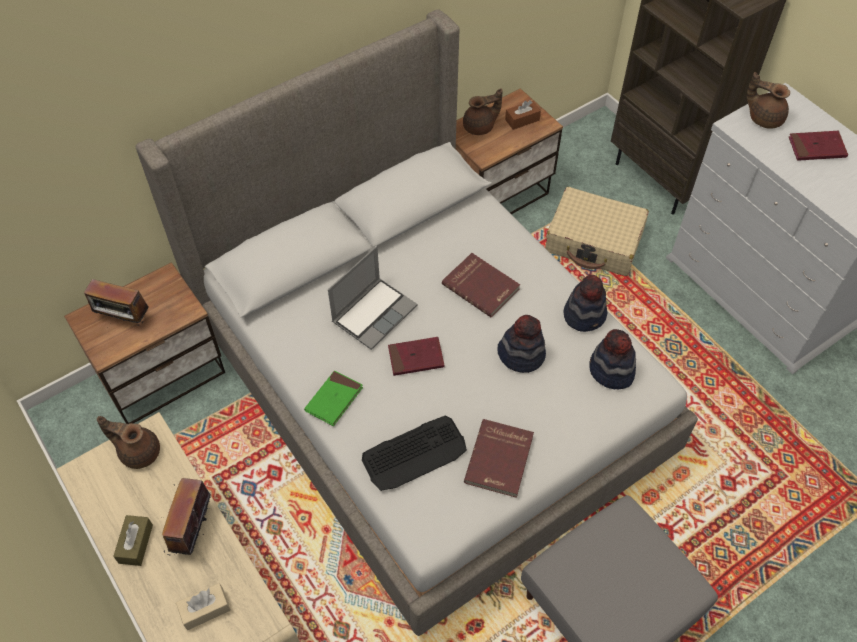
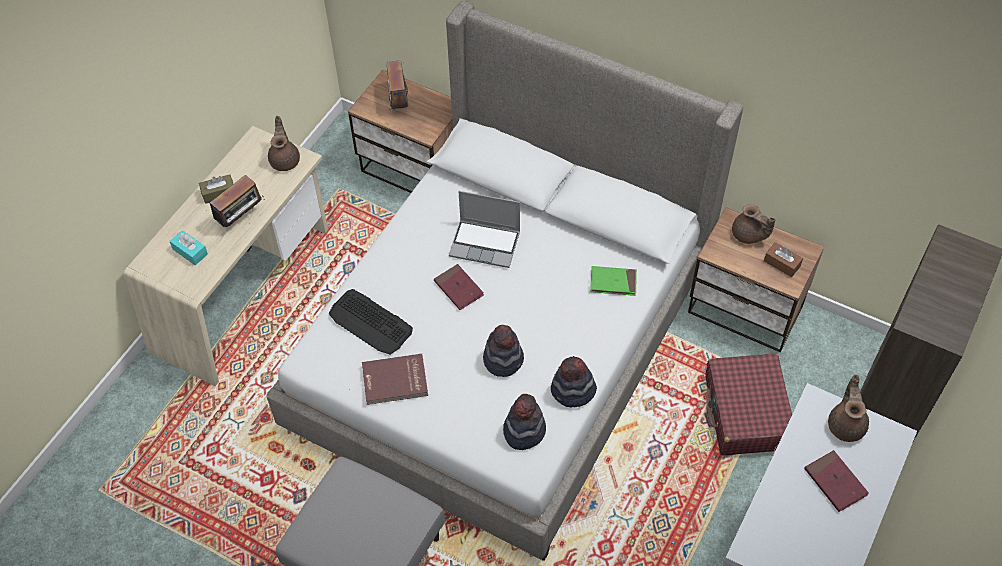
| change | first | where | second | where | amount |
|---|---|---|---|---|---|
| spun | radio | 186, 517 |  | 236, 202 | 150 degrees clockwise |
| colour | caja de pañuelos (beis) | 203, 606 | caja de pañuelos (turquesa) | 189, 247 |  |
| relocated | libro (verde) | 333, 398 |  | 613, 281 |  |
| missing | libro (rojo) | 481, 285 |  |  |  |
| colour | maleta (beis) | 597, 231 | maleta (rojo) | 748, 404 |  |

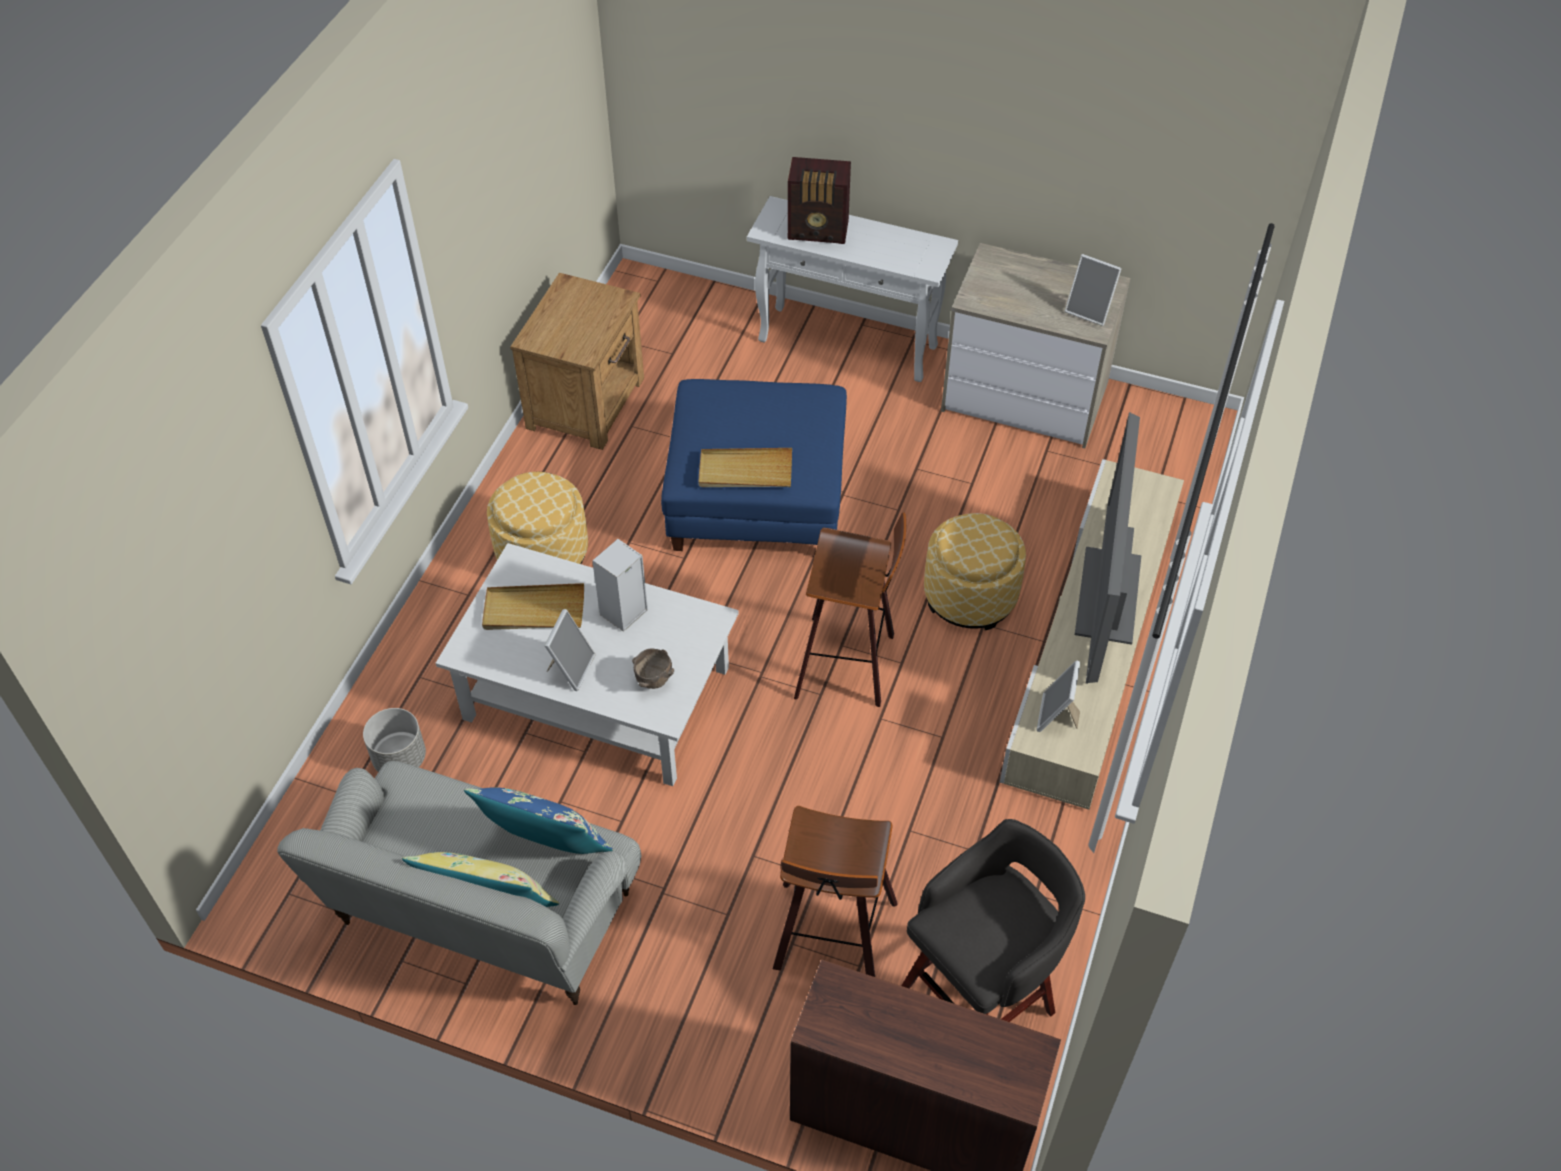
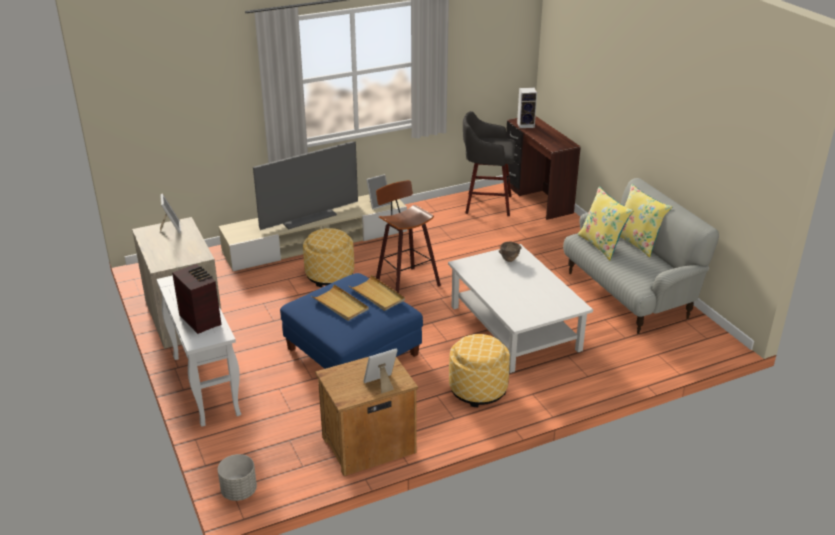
| change | first | where | second | where | amount |
|---|---|---|---|---|---|
| relocated | maceta (gris) | 394, 740 |  | 237, 477 |  |
| colour | cojín (azul) | 538, 820 | cojín (amarillo) | 605, 223 |  |
| relocated | bandeja (beis) | 533, 606 |  | 340, 302 |  |
| relocated | portarretratos | 570, 650 |  | 381, 371 |  |
| relocated | altavoz | 620, 585 |  | 527, 107 |  |
| missing | taburete | 835, 891 |  |  |  |

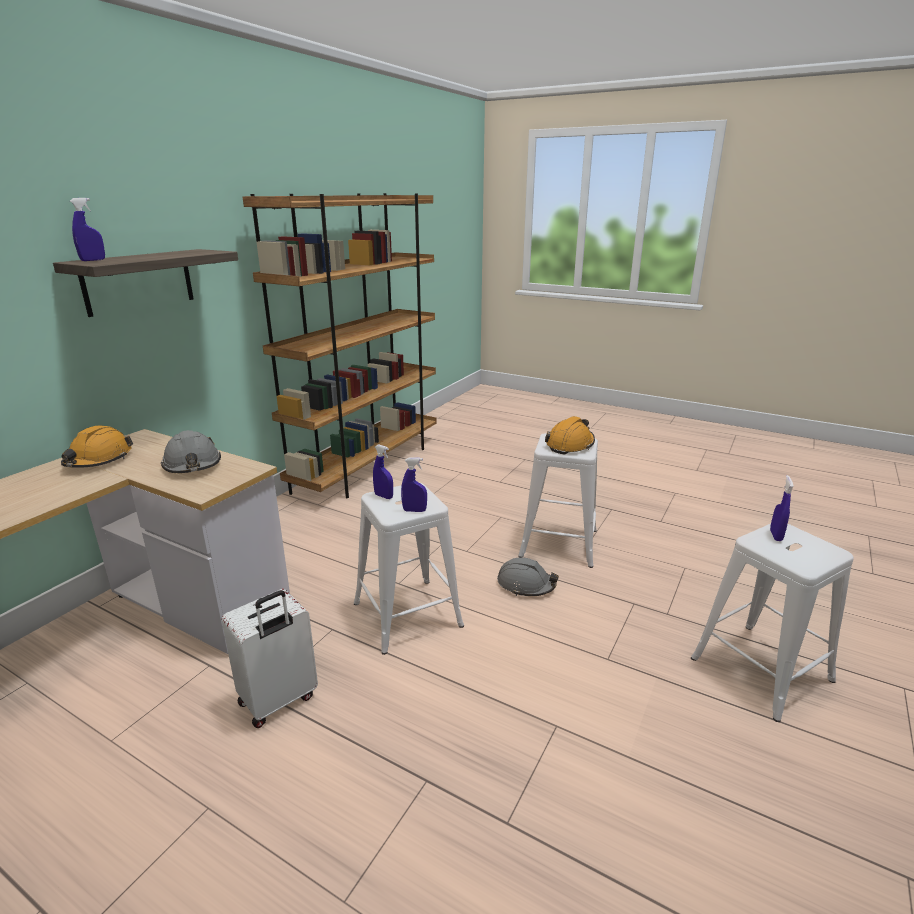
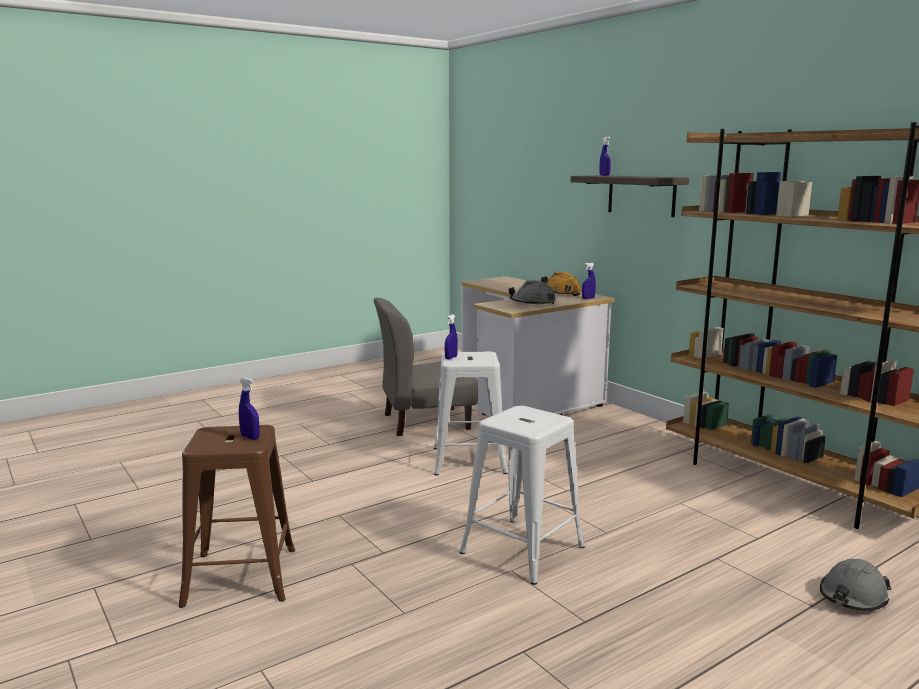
| change | first | where | second | where | amount |
|---|---|---|---|---|---|
| exchanged | maleta (blanco) | 270, 658 | silla (gris) | 426, 367 |  |
| relocated | pulverizador (azul) | 383, 471 |  | 589, 280 |  |
| relocated | casco (gris) | 528, 576 |  | 855, 585 |  |
| missing | casco (naranja) | 570, 435 |  |  |  |
| colour | taburete (blanco) | 772, 623 | taburete (marrón) | 237, 516 |  |

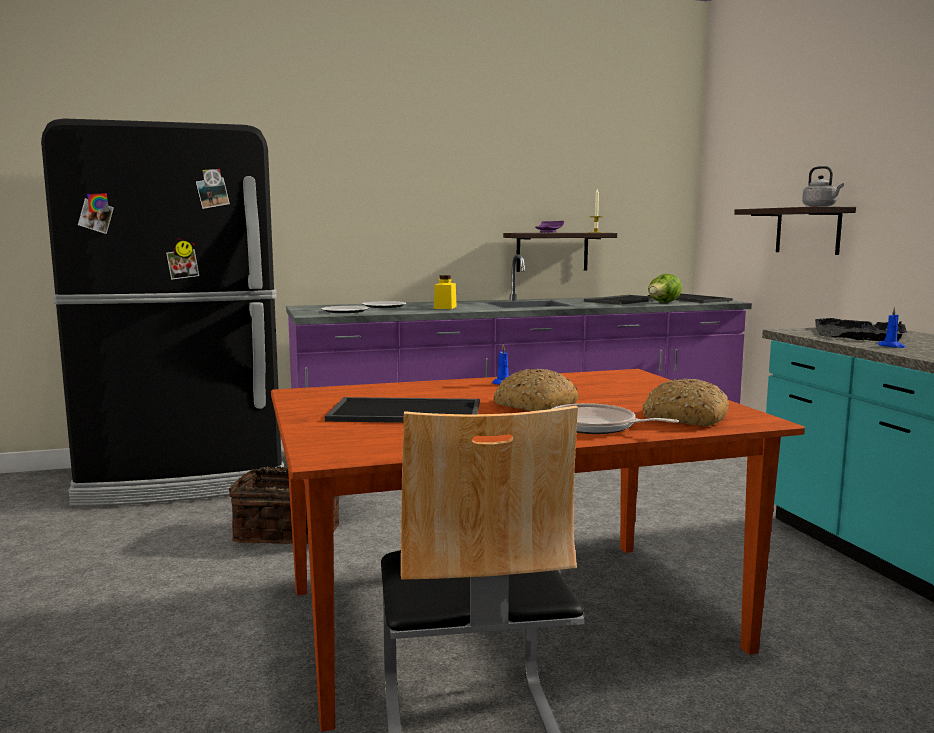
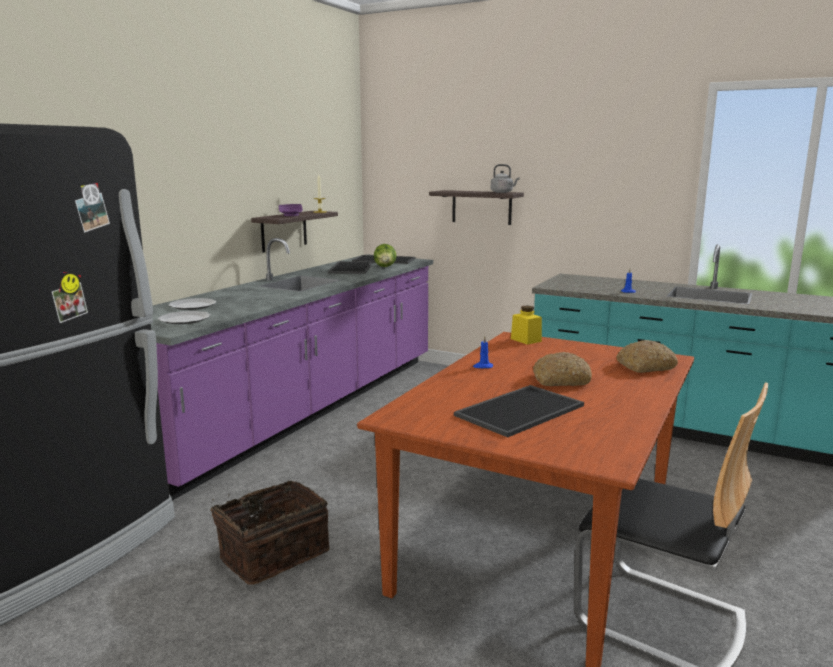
| change | first | where | second | where | amount |
|---|---|---|---|---|---|
| relocated | tarro (amarillo) | 445, 292 |  | 526, 325 |  |
| missing | sartén | 615, 418 |  |  |  |
| missing | bandeja (negro) | 861, 329 |  |  |  |

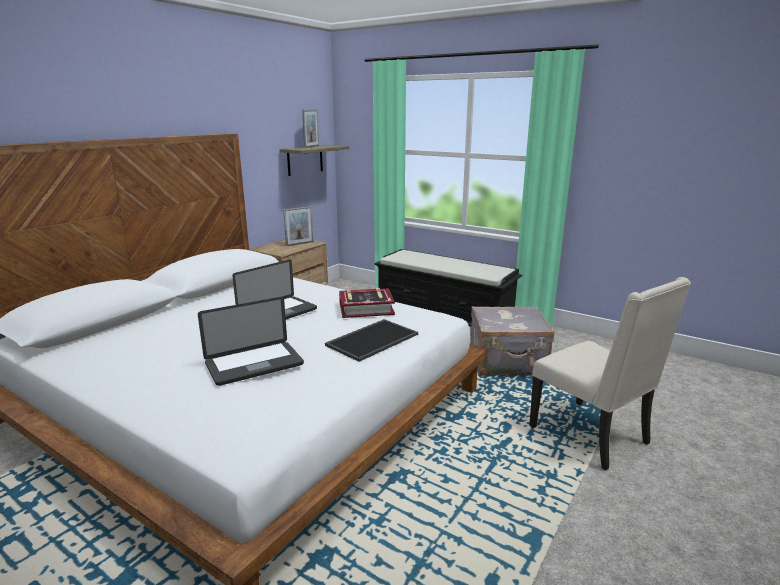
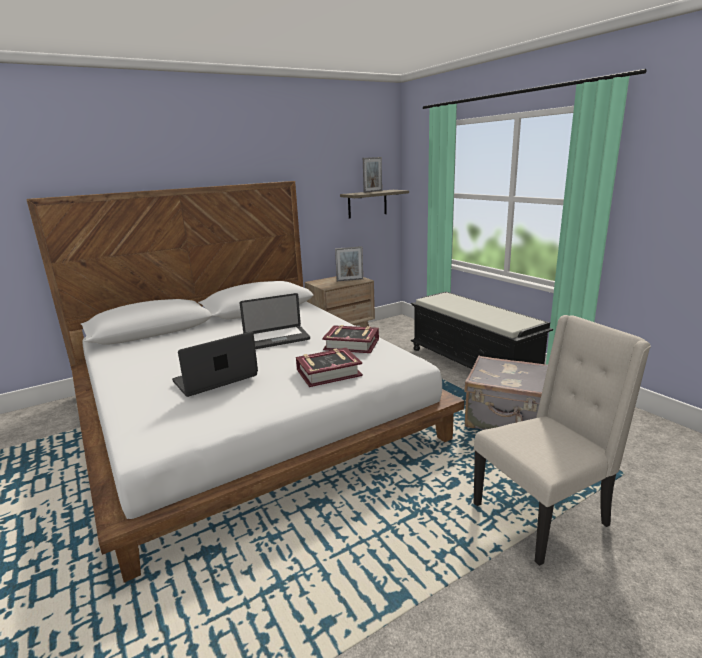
| change | first | where | second | where | amount |
|---|---|---|---|---|---|
| spun | portátil | 251, 341 |  | 215, 364 | 150 degrees clockwise |
| exchanged | bandeja | 371, 340 | libro | 329, 367 |  |
| spun | silla (beis) | 610, 373 |  | 562, 440 | 105 degrees counterclockwise |

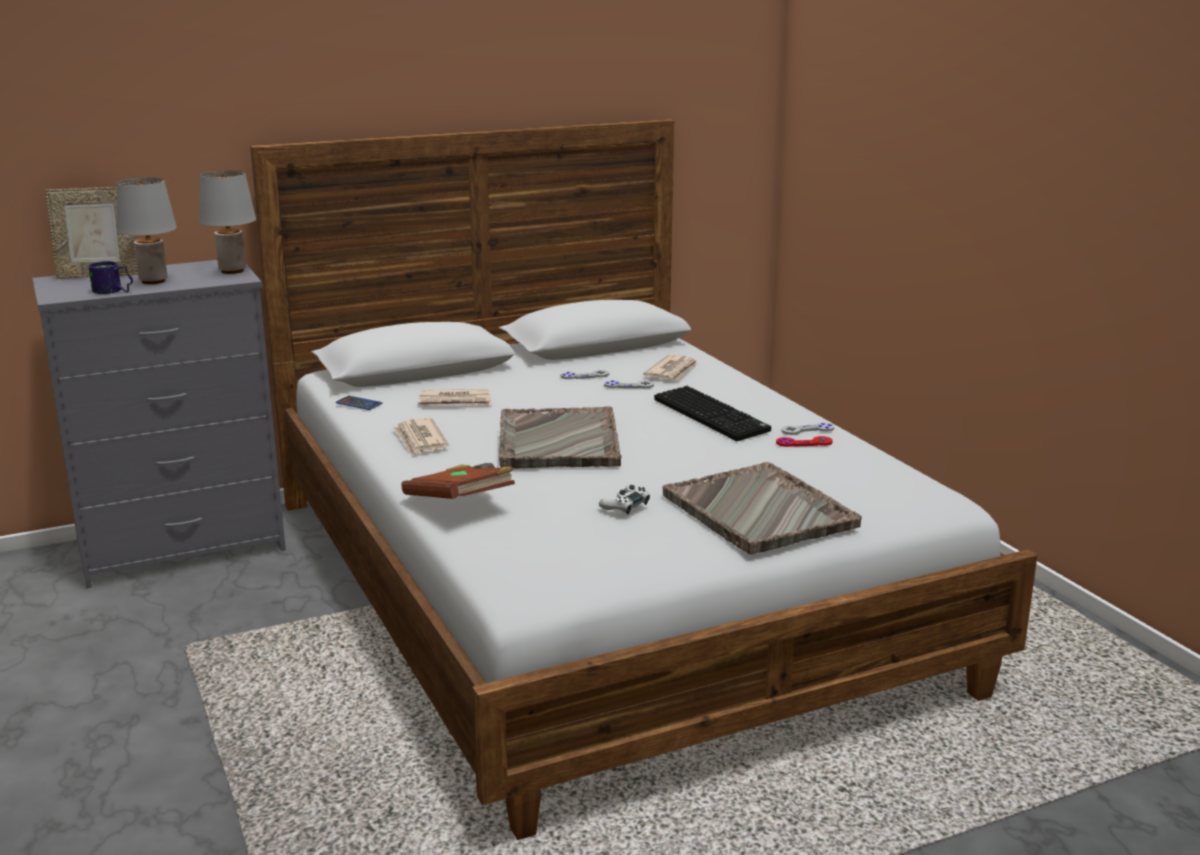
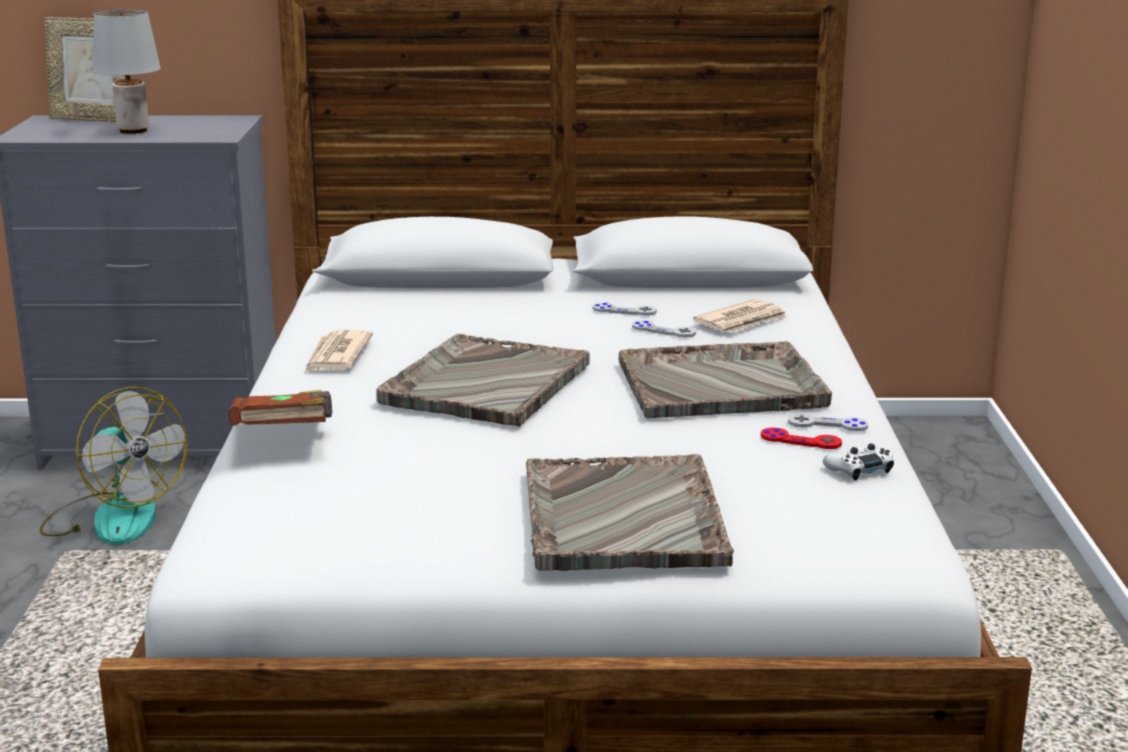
| change | first | where | second | where | amount |
|---|---|---|---|---|---|
| missing | taza grande | 111, 277 |  |  |  |
| missing | lámpara de mesa (gris) | 227, 222 |  |  |  |
| missing | móvil | 359, 403 |  |  |  |
| missing | periódico | 455, 398 |  |  |  |
| relocated | mando de consola (blanco) | 624, 499 |  | 858, 461 |  |
| exchanged | teclado | 712, 413 | bandeja (gris) | 725, 379 |  |
| appeared |  |  | ventilador | 113, 466 |  |

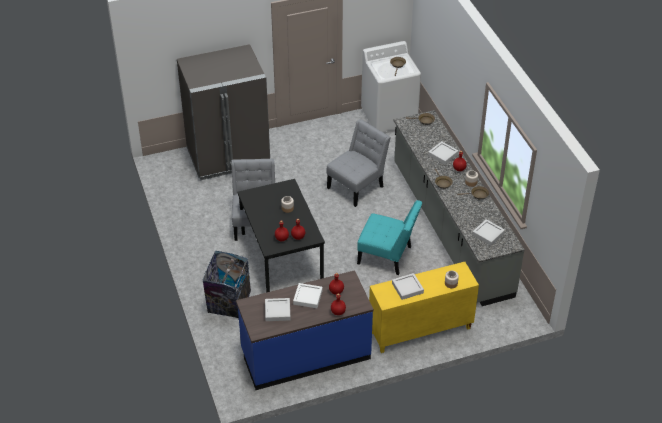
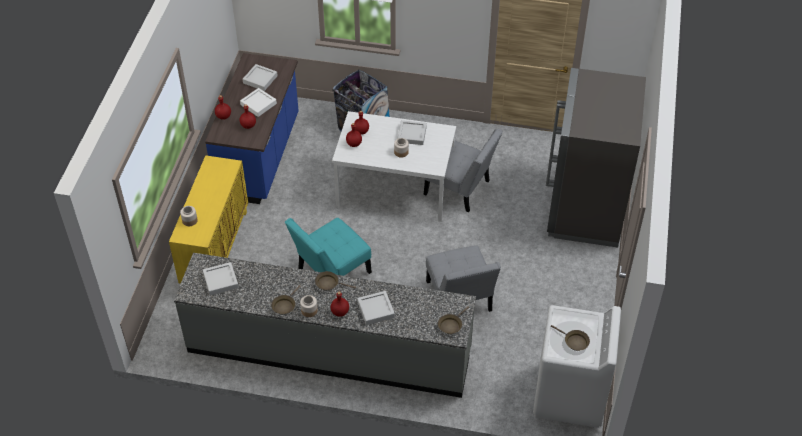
| change | first | where | second | where | amount |
|---|---|---|---|---|---|
| colour | mesa de comedor (negro) | 281, 236 | mesa de comedor (blanco) | 394, 166 |  |
| relocated | bandeja (gris) | 408, 286 |  | 412, 132 |  |

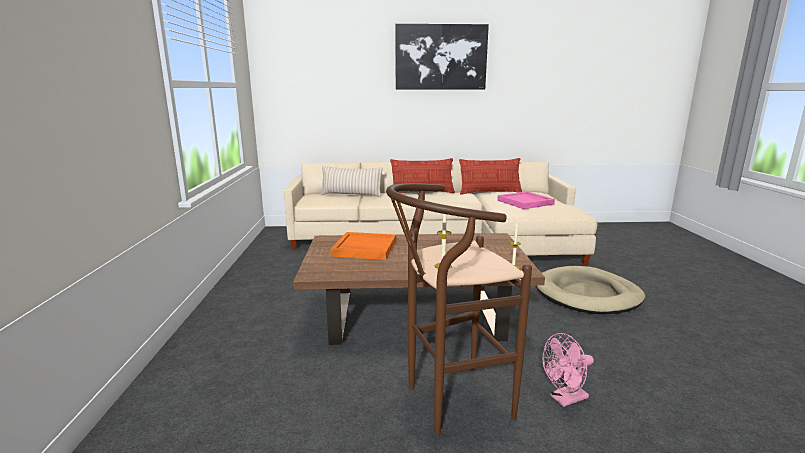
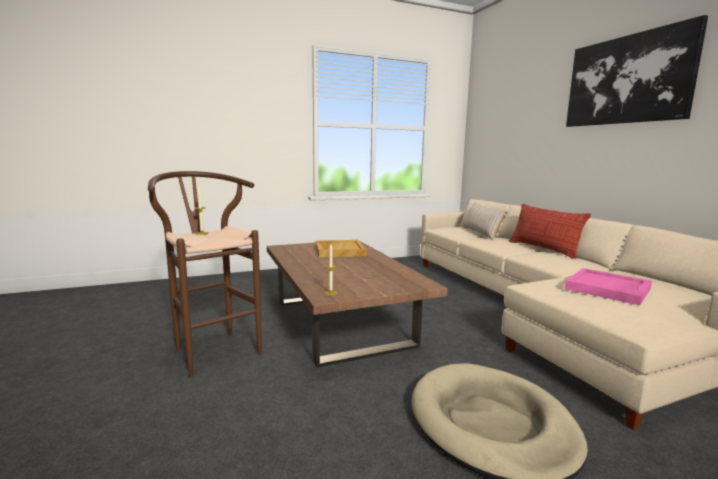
| change | first | where | second | where | amount |
|---|---|---|---|---|---|
| colour | bandeja (naranja) | 363, 246 | bandeja (beis) | 341, 249 |  |
| missing | cojín | 490, 176 |  |  |  |
| missing | ventilador (rosa) | 568, 370 |  |  |  |

